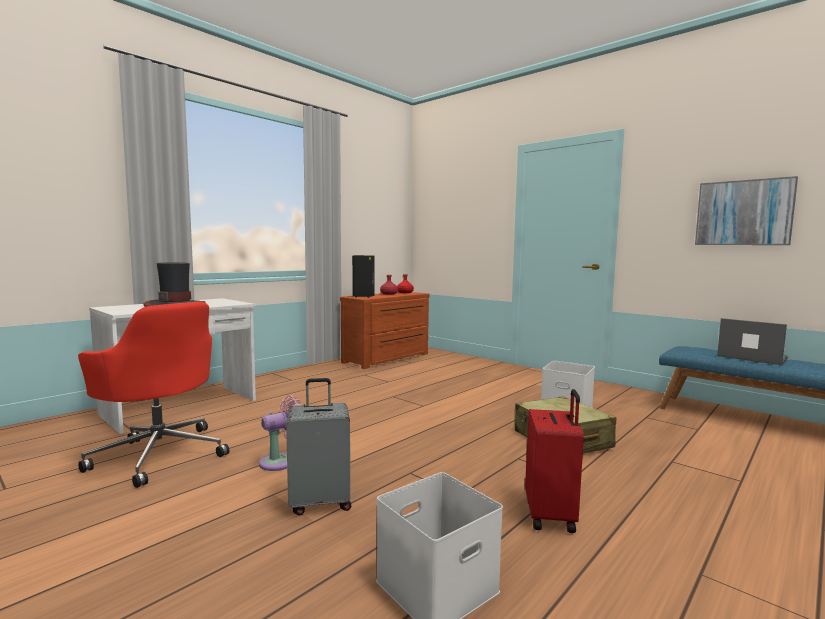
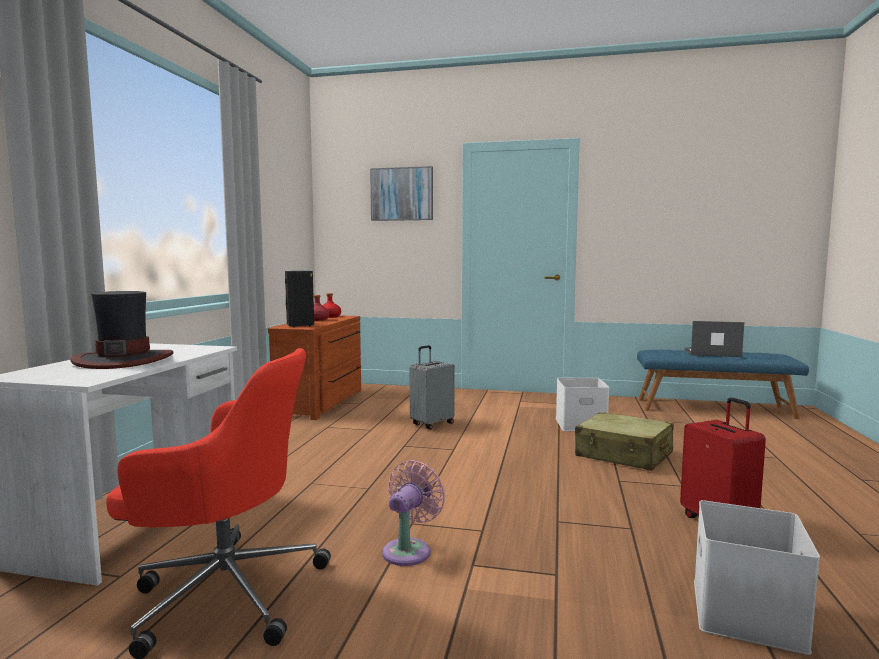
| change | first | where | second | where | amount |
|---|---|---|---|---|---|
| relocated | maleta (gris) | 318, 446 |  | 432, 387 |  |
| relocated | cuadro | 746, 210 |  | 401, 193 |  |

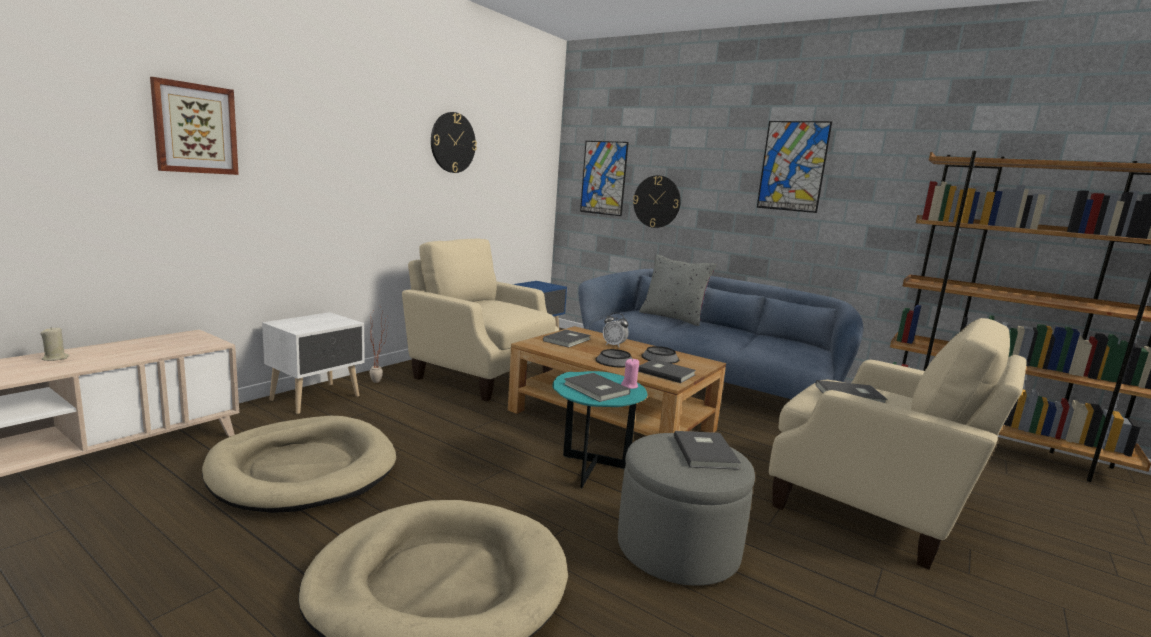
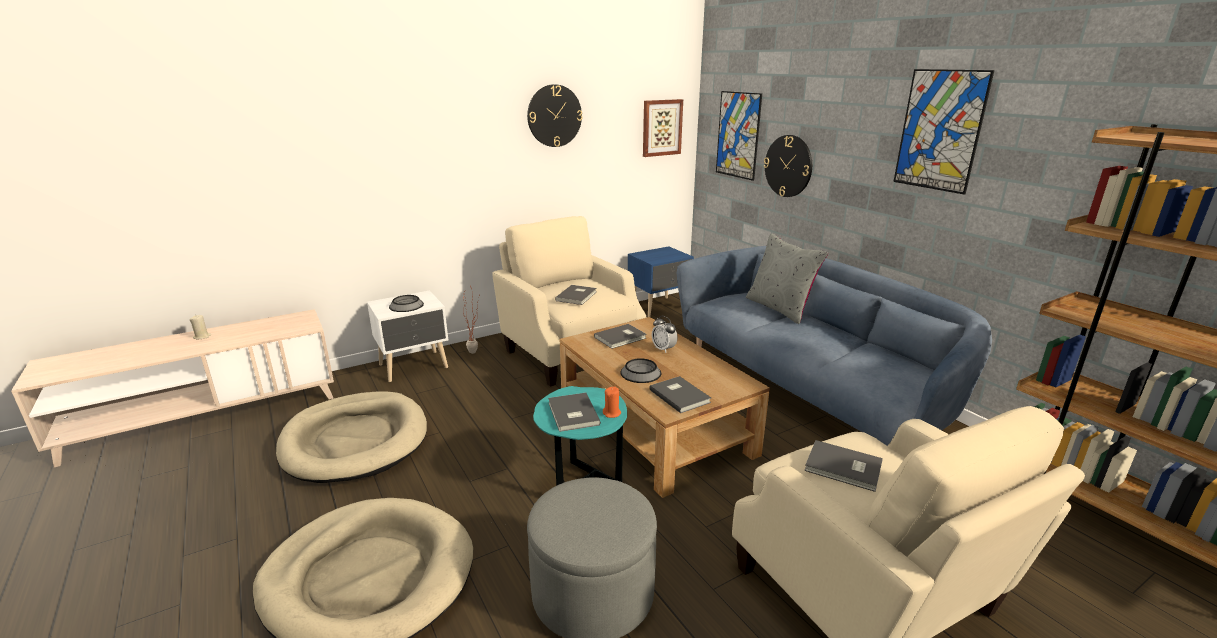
| change | first | where | second | where | amount |
|---|---|---|---|---|---|
| relocated | cuadro | 194, 126 |  | 663, 128 |  |
| colour | vela (rosa) | 630, 373 | vela (naranja) | 612, 402 |  |
| relocated | cuenco | 660, 355 |  | 406, 303 |  |
| relocated | libro (gris) | 707, 450 |  | 576, 295 |  |

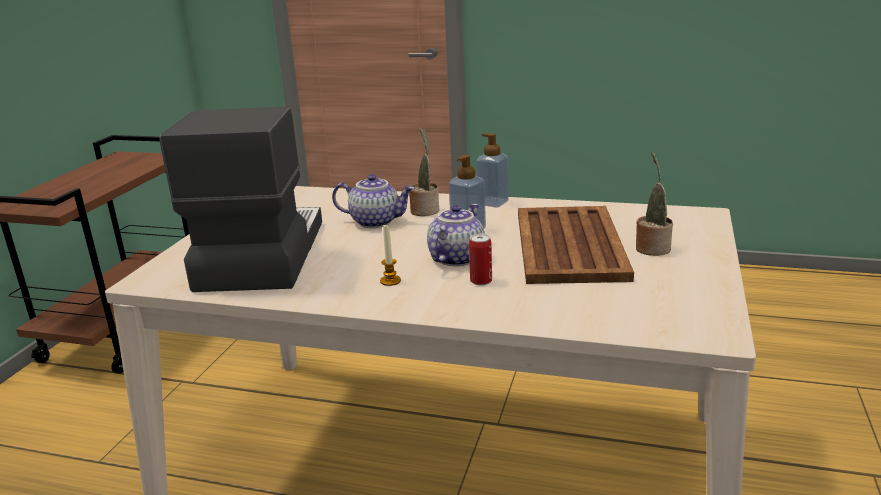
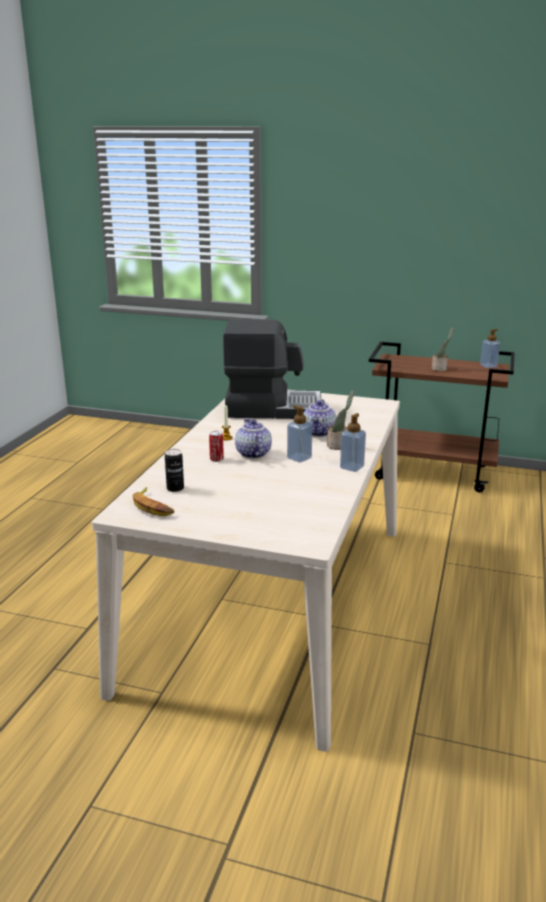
| change | first | where | second | where | amount |
|---|---|---|---|---|---|
| spun | tetera | 456, 235 |  | 253, 438 | 135 degrees counterclockwise |
| missing | bandeja (marrón) | 576, 245 |  |  |  |
| relocated | planta en maceta | 654, 204 |  | 443, 349 |  |
| appeared |  |  | plátano | 153, 501 |  |
| appeared |  |  | lata | 174, 470 |  |
| appeared |  |  | dispensador de jabón | 490, 348 |  |

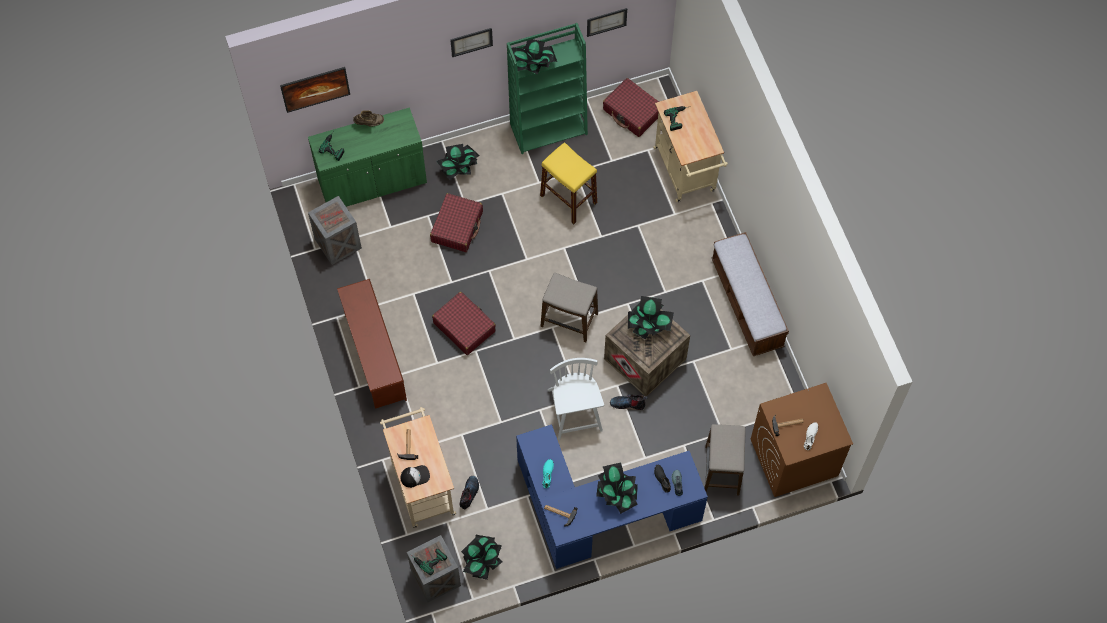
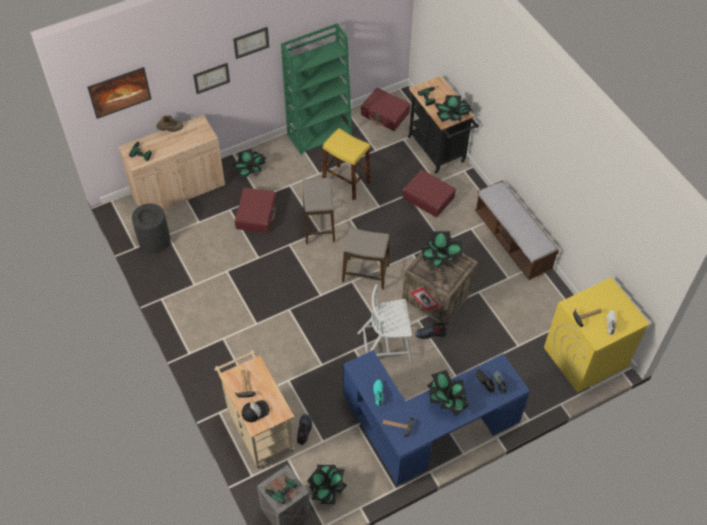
| change | first | where | second | where | amount |
|---|---|---|---|---|---|
| colour | armario (verde) | 367, 157 | armario (beis) | 171, 162 |  |
| exchanged | caja de embalaje | 335, 230 | papelera (negro) | 151, 228 |  |
| missing | zapatero (marrón) | 372, 344 |  |  |  |
| relocated | maleta (rojo) | 464, 323 |  | 429, 193 |  |
| relocated | planta en maceta | 534, 57 |  | 454, 108 |  |
| spun | silla (blanco) | 576, 399 |  | 384, 323 | 75 degrees counterclockwise |
| relocated | cuadro | 607, 22 |  | 211, 78 |  |
| colour | carrito (beis) | 690, 146 | carrito (negro) | 443, 124 |  |
| relocated | taburete | 725, 460 |  | 319, 211 |  |
| colour | lavadora (marrón) | 802, 440 | lavadora (amarillo) | 597, 335 |  |

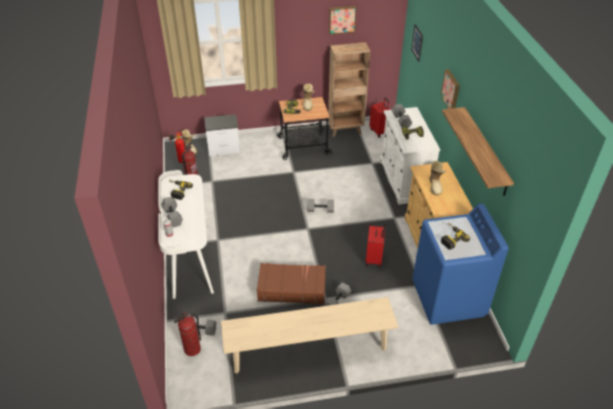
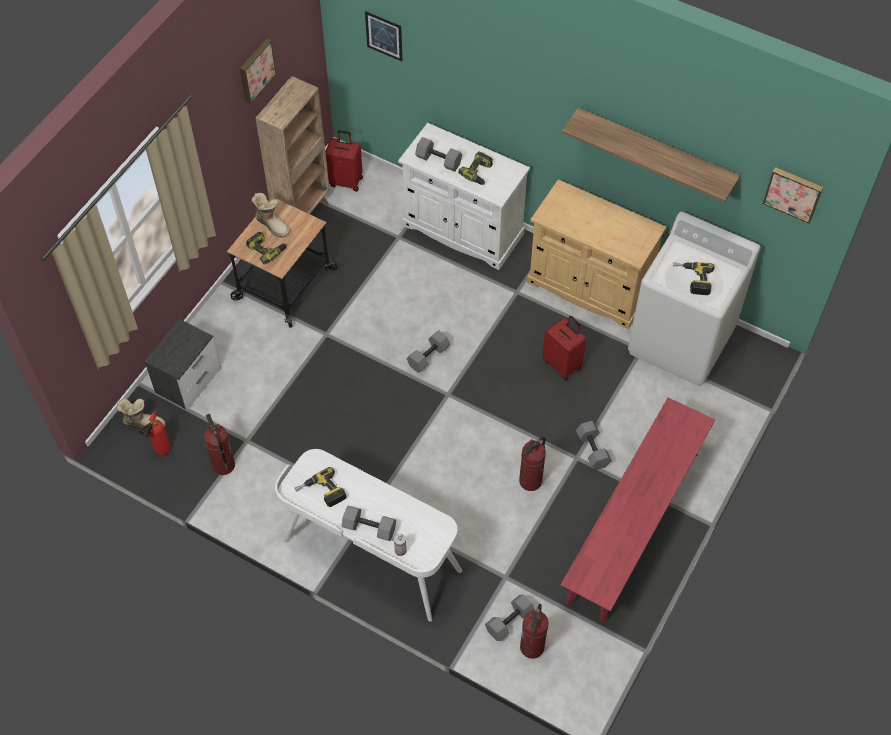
| change | first | where | second | where | amount |
|---|---|---|---|---|---|
| colour | banco (beis) | 309, 335 | banco (rojo) | 637, 510 |  |
| exchanged | maleta (marrón) | 291, 283 | extintor | 532, 464 |  |
| colour | lavadora (azul) | 460, 264 | lavadora (blanco) | 694, 299 |  |
| missing | bota | 438, 178 |  |  |  |
| relocated | cuadro | 450, 89 |  | 793, 195 |  |

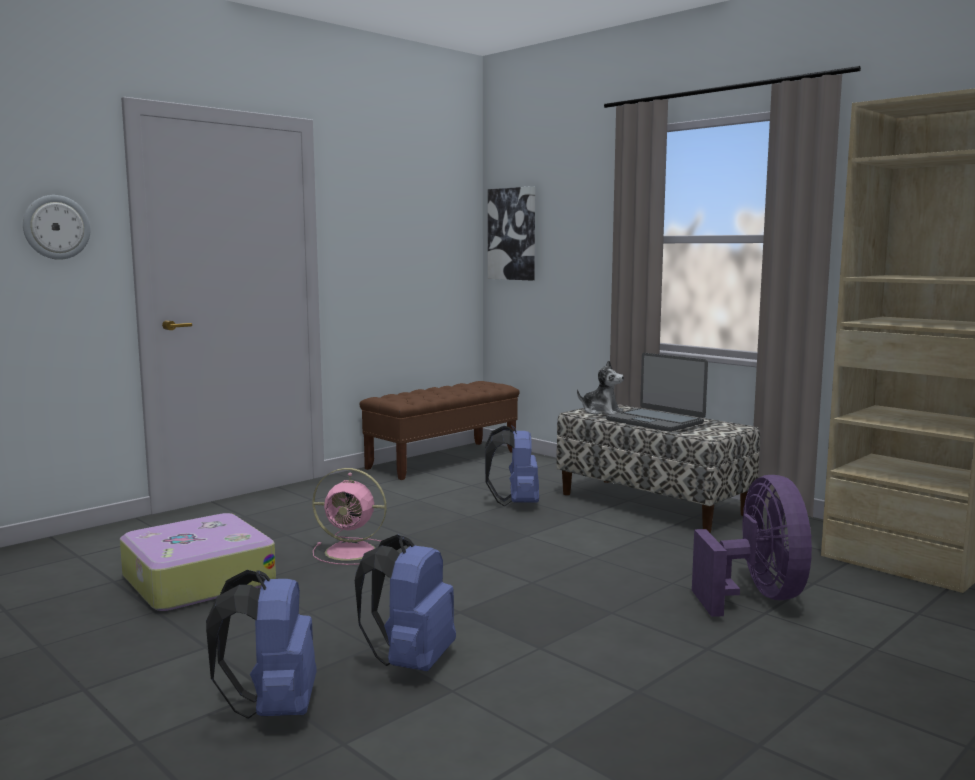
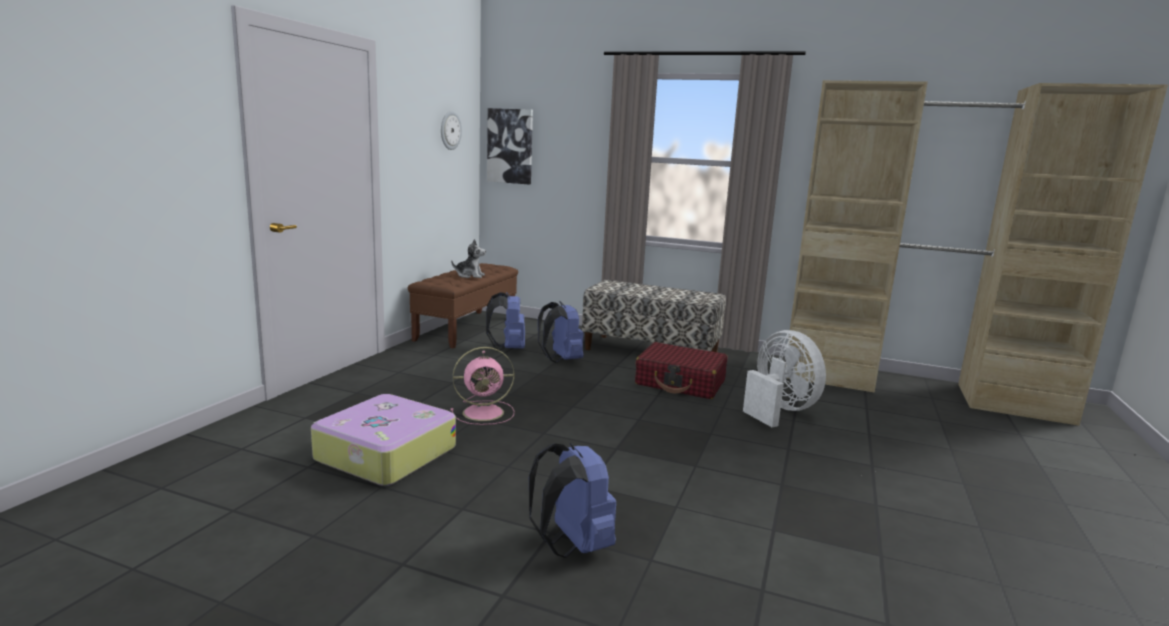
| change | first | where | second | where | amount |
|---|---|---|---|---|---|
| relocated | reloj de pared | 57, 227 |  | 451, 130 |  |
| relocated | mochila (azul) | 405, 602 |  | 505, 321 |  |
| relocated | peluche | 600, 387 |  | 468, 258 |  |
| missing | portátil | 657, 392 |  |  |  |
| colour | ventilador (morado) | 752, 546 | ventilador (blanco) | 784, 378 |  |
| appeared |  |  | maleta (rojo) | 681, 370 |  |

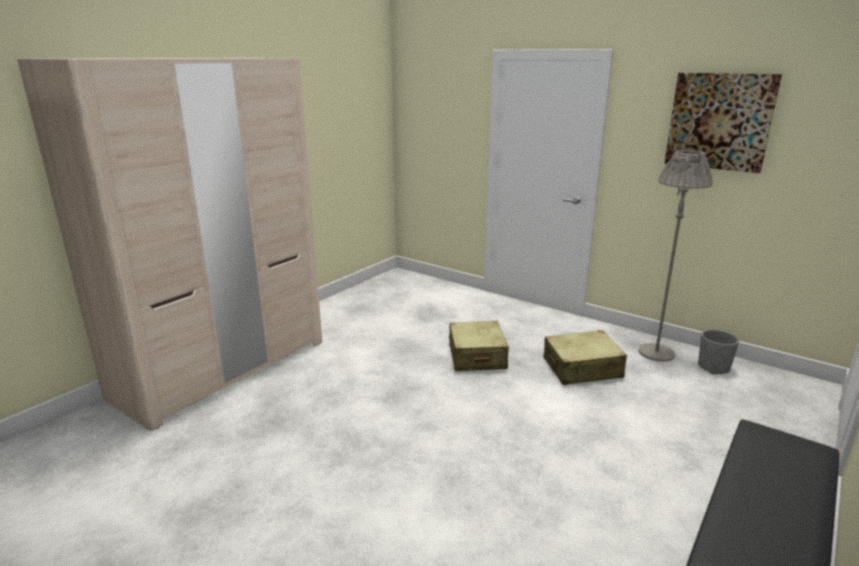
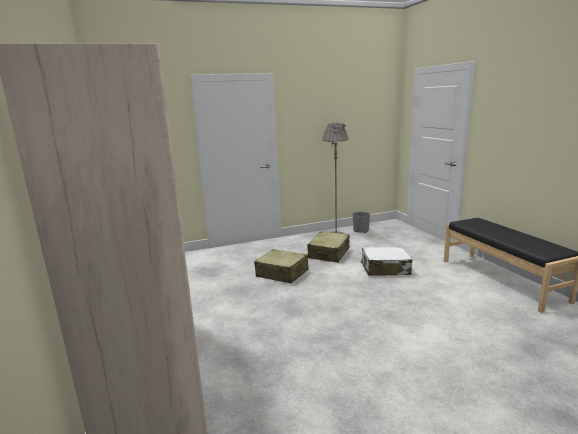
| change | first | where | second | where | amount |
|---|---|---|---|---|---|
| missing | cuadro | 723, 123 |  |  |  |
| appeared |  |  | maleta (blanco) | 386, 261 |  |

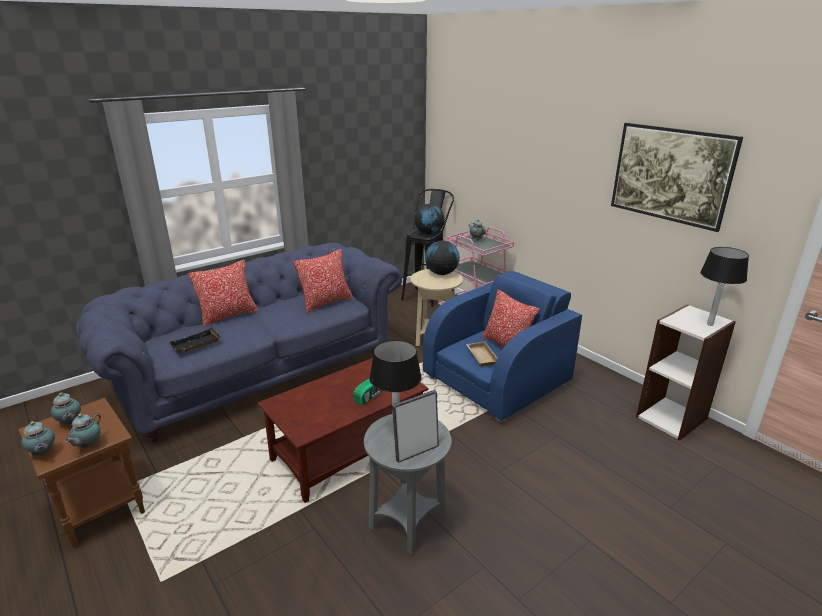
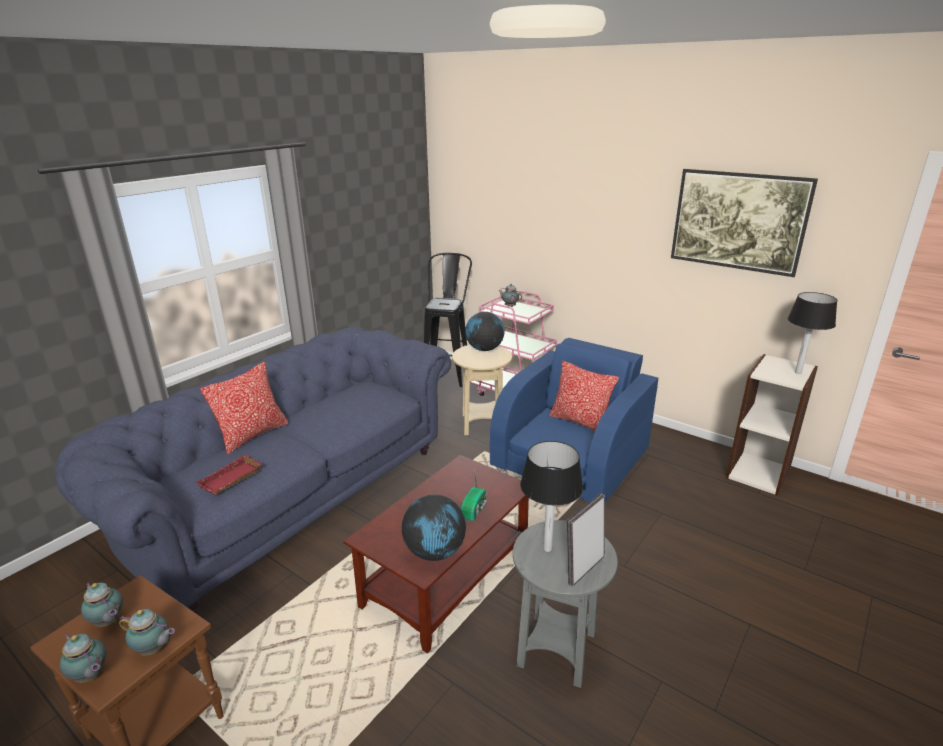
| change | first | where | second | where | amount |
|---|---|---|---|---|---|
| spun | tetera | 82, 430 |  | 147, 632 | 75 degrees counterclockwise |
| colour | bandeja (negro) | 194, 340 | bandeja (rojo) | 229, 474 |  |
| missing | cojín | 323, 281 |  |  |  |
| relocated | globo terráqueo | 429, 219 |  | 434, 528 |  |
| missing | bandeja (beis) | 482, 354 |  |  |  |

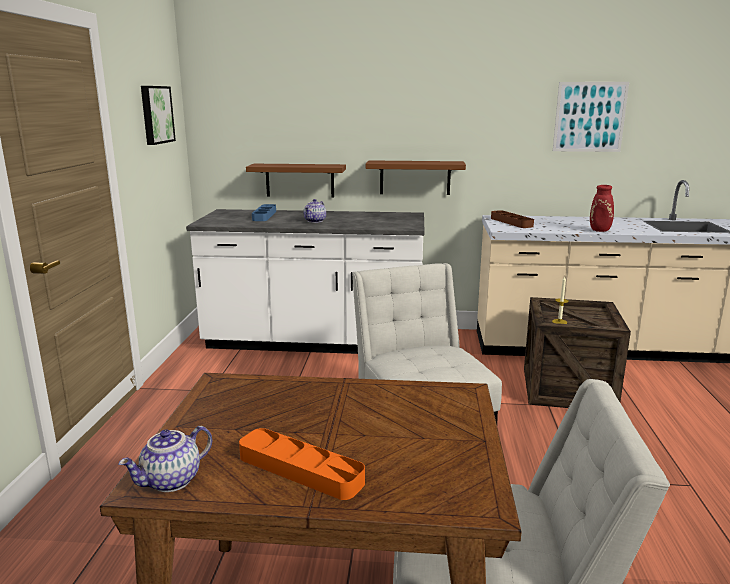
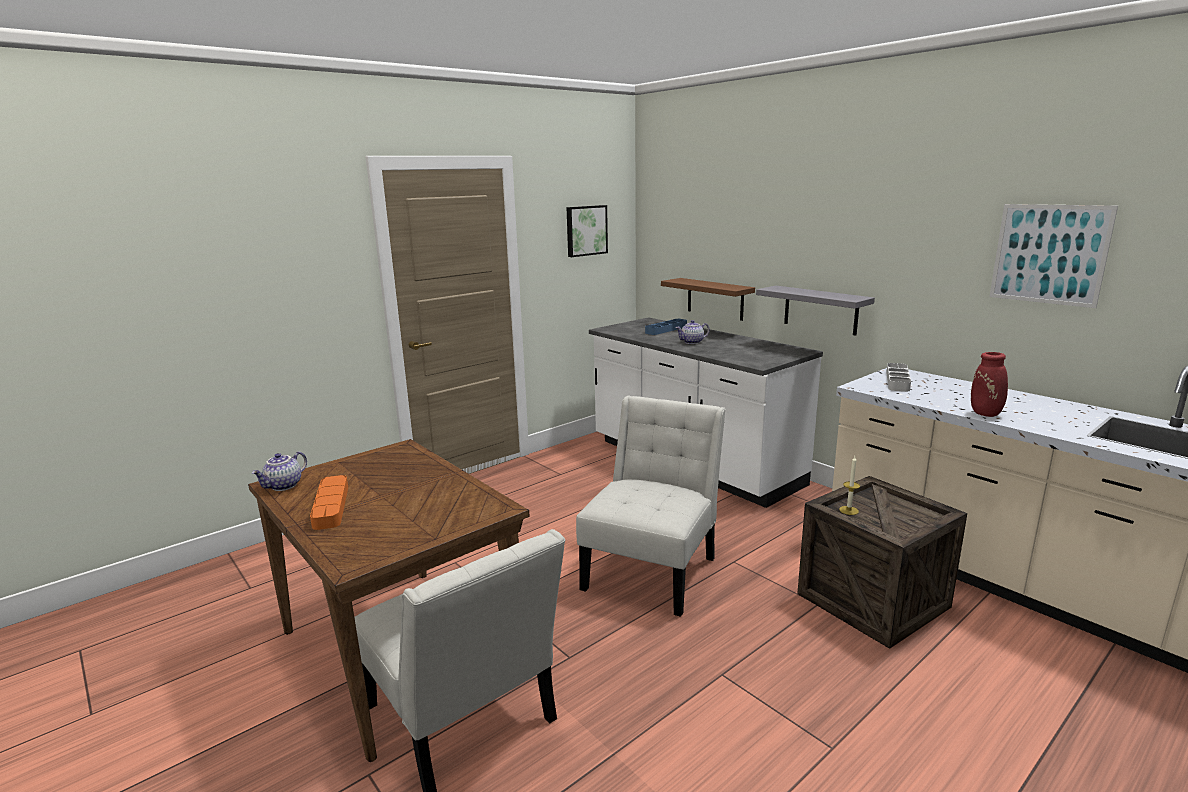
| change | first | where | second | where | amount |
|---|---|---|---|---|---|
| spun | tetera | 165, 459 |  | 279, 471 | 60 degrees counterclockwise |
| colour | estante (marrón) | 416, 177 | estante (gris) | 815, 311 |  |
| colour | bandeja (marrón) | 512, 219 | bandeja (gris) | 898, 377 |  |

